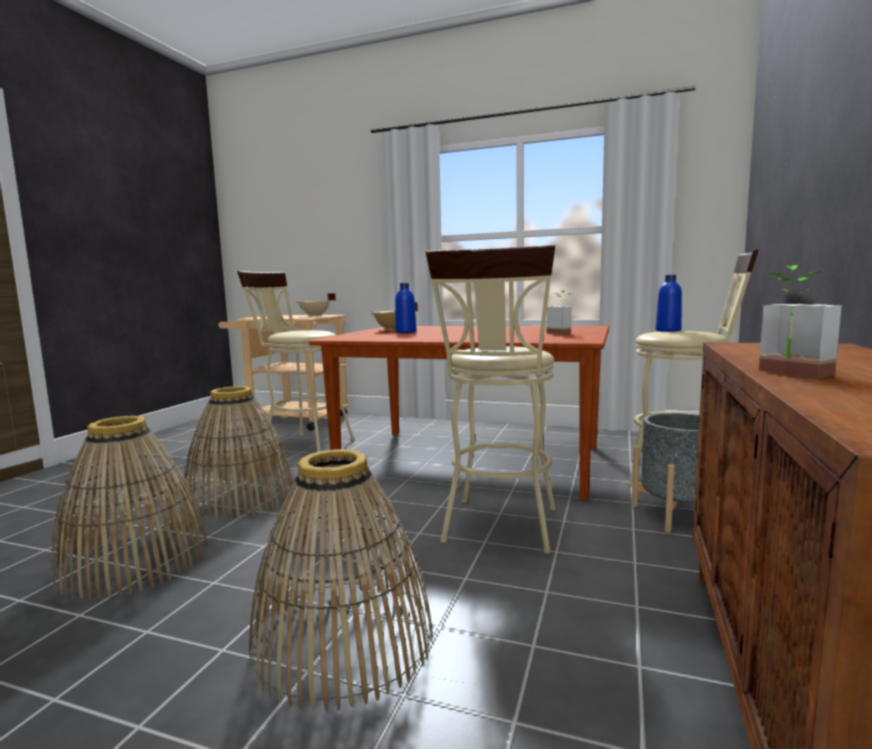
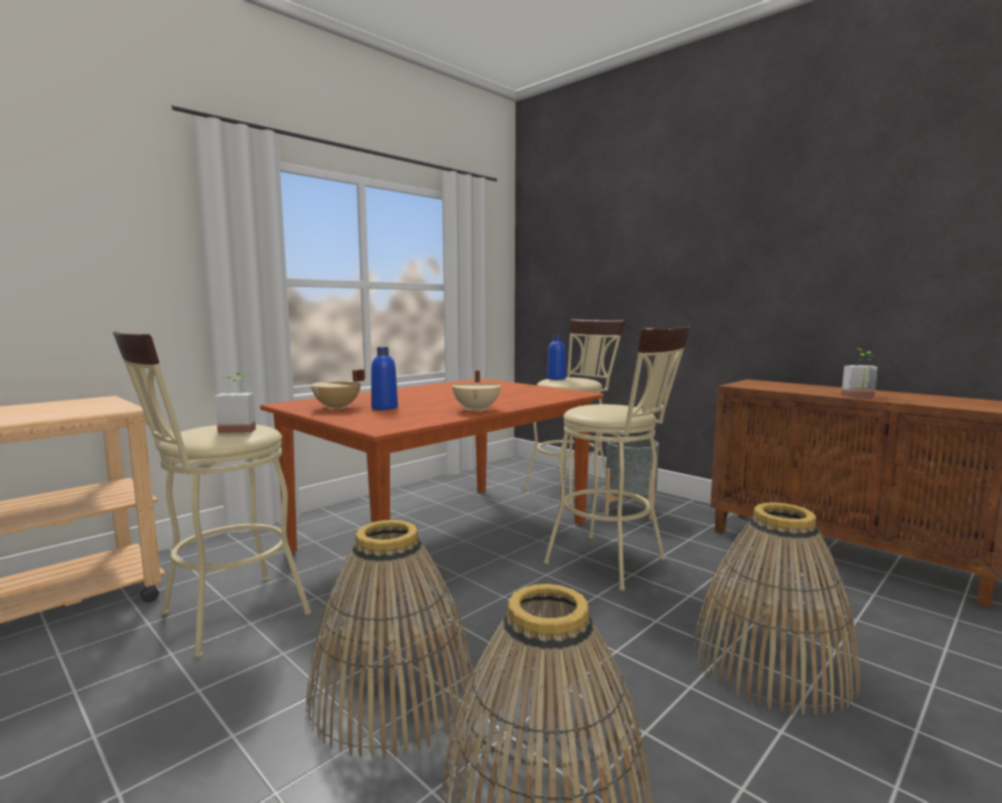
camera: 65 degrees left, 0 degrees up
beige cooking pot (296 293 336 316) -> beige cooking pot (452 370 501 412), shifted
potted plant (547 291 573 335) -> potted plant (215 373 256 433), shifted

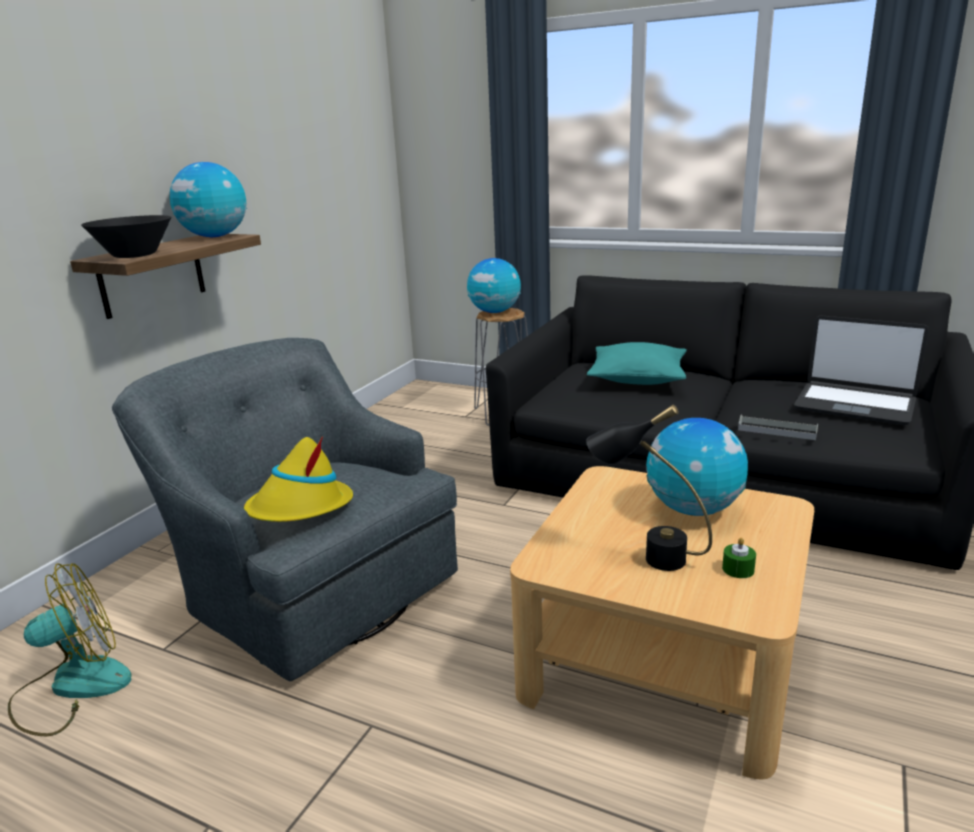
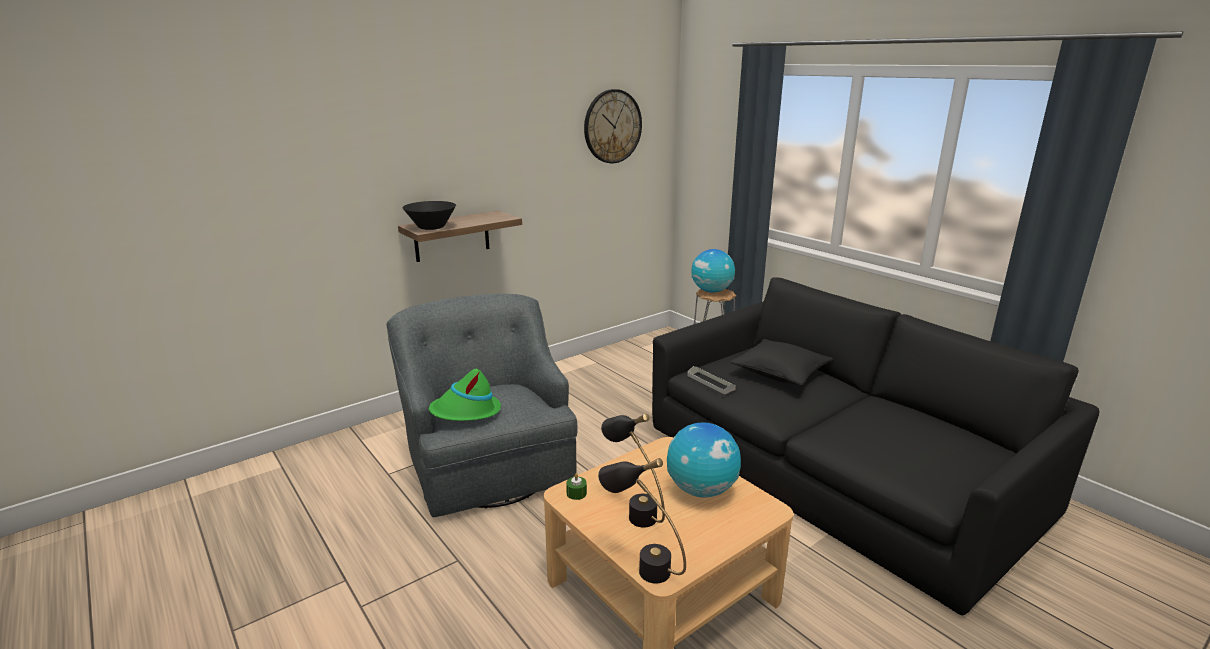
camera: 25 degrees right, 0 degrees up
fan (8 563 132 736) -> none
globe (169 162 247 237) -> none
yellow hat (244 436 353 522) -> green hat (429 369 501 421)
turquoise pillow (587 342 687 385) -> black pillow (730 339 833 385)
green candle (722 538 756 578) -> green candle (566 473 587 500), shifted
grey tray (738 415 818 440) -> grey tray (687 366 736 394), shifted
laptop (794 316 929 425) -> none
none -> wall clock (584 89 642 163)
none -> black table lamp (598 458 686 584)

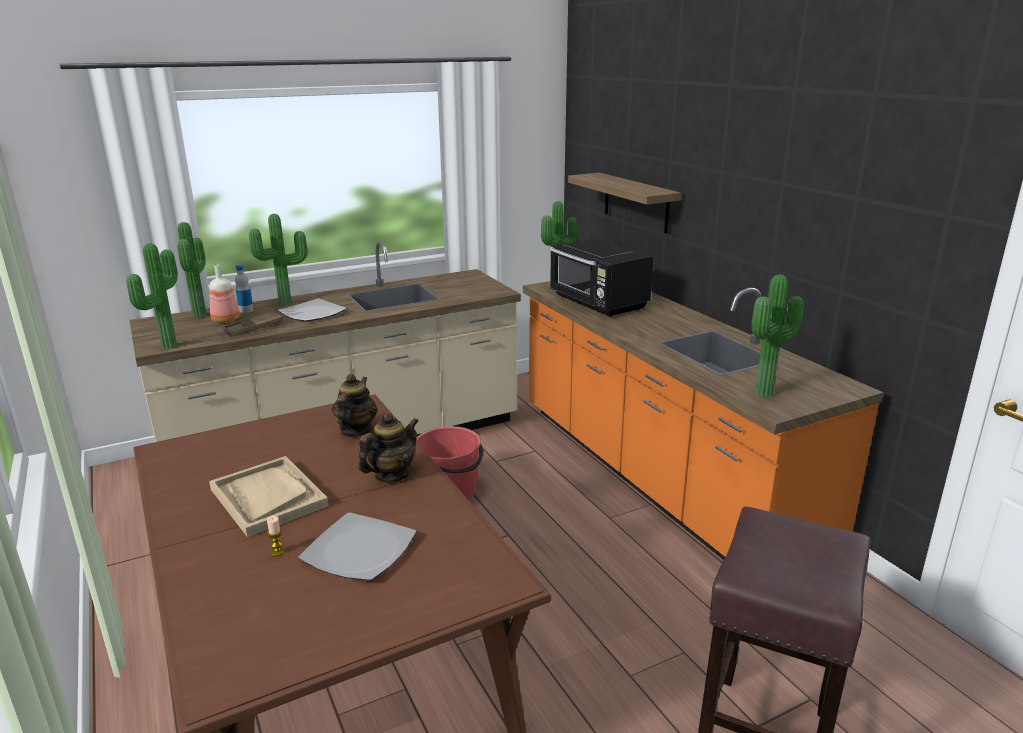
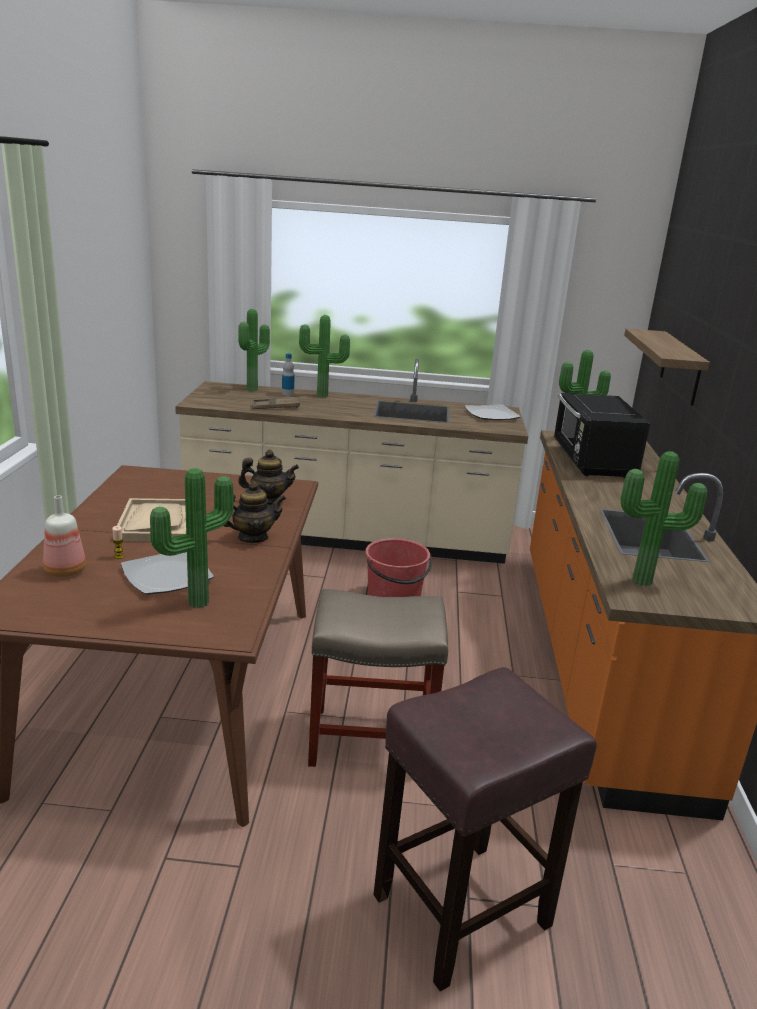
camera: 30 degrees right, 0 degrees up
potted plant (126 243 178 349) -> potted plant (150 468 234 608), shifted
bottle (210 265 240 323) -> bottle (43 495 86 577), shifted
plate (278 298 347 322) -> plate (465 404 521 420), shifted
teapot (332 374 377 437) -> teapot (238 450 299 505), 45 degrees clockwise
none -> beige stool (308 589 448 767)

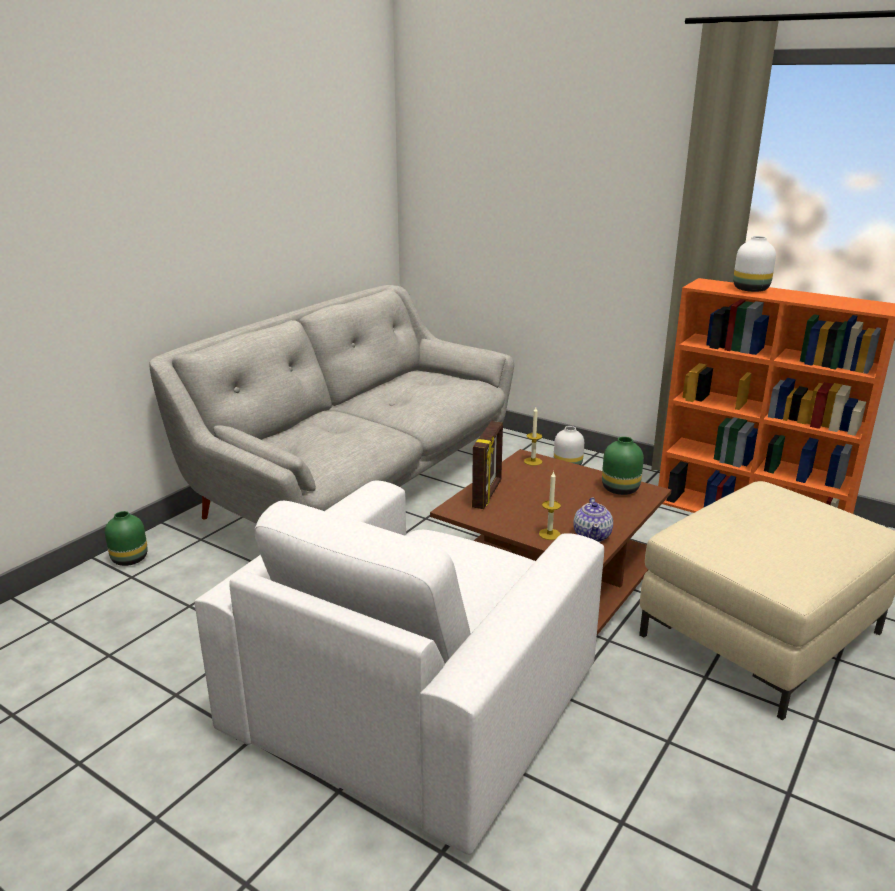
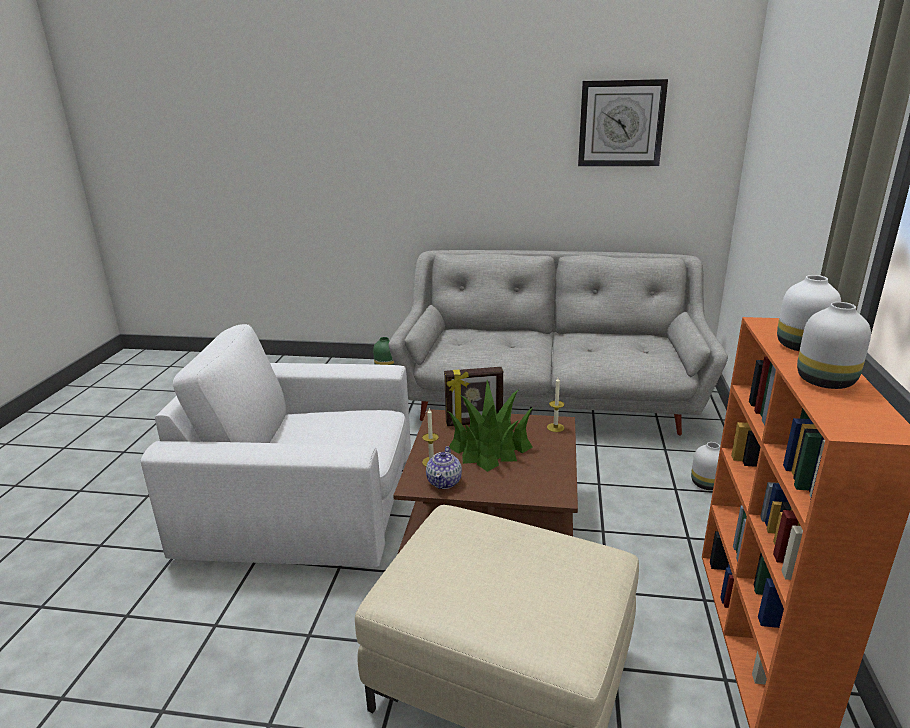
camera: 65 degrees right, 0 degrees up
teapot (573 497 613 542) -> teapot (426 446 462 489), 60 degrees counterclockwise
green vase (602 437 644 495) -> none
none -> potted plant (448 380 533 472)
none -> wall clock (578 79 668 166)
none -> white vase (797 302 871 389)

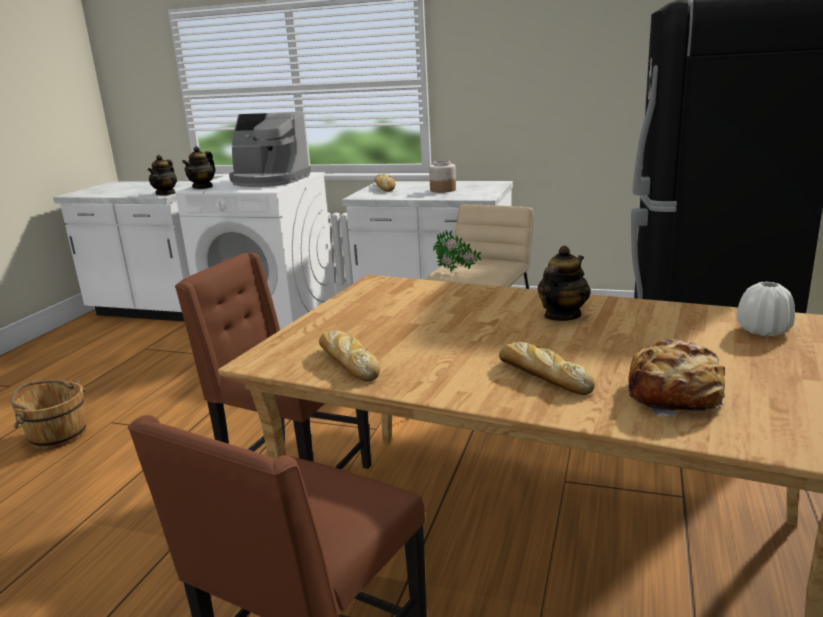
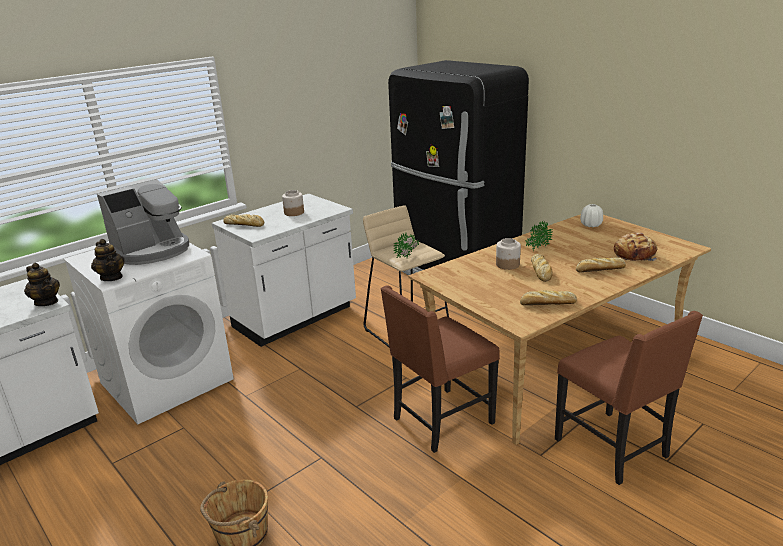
camera: 60 degrees left, 5 degrees up
teapot (538 246 591 321) -> potted plant (525 221 553 251)
none -> jar (496 238 521 270)
none -> bread (531 254 553 282)

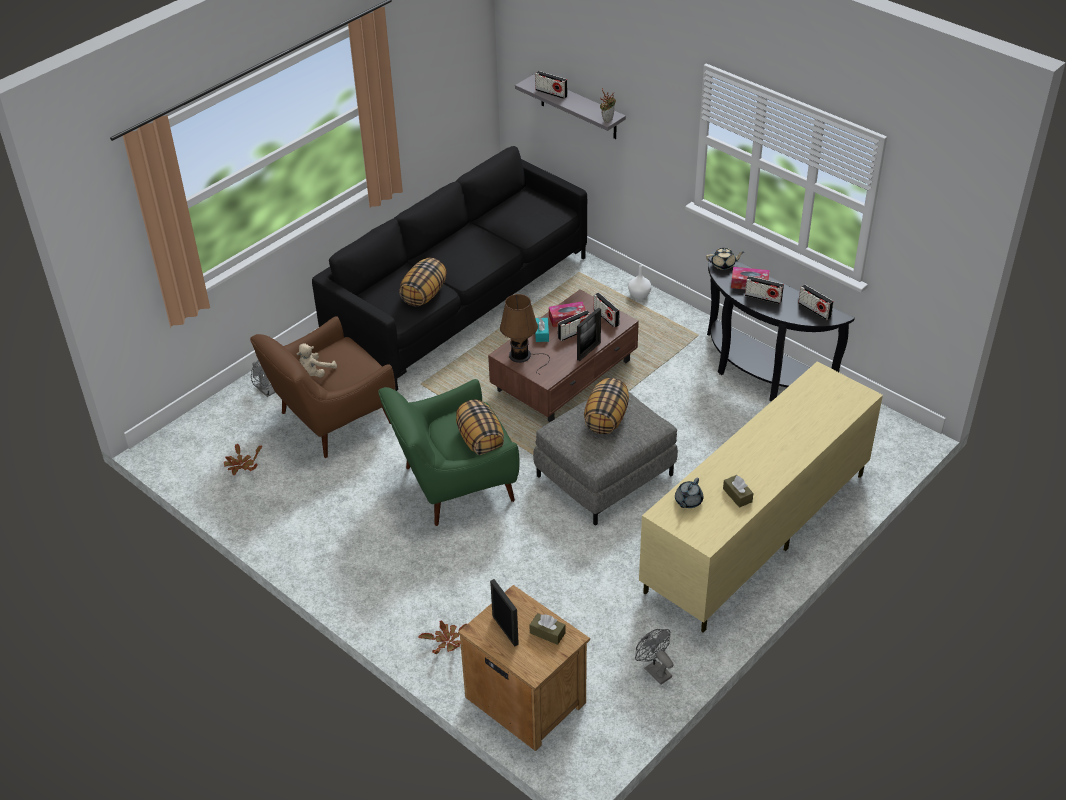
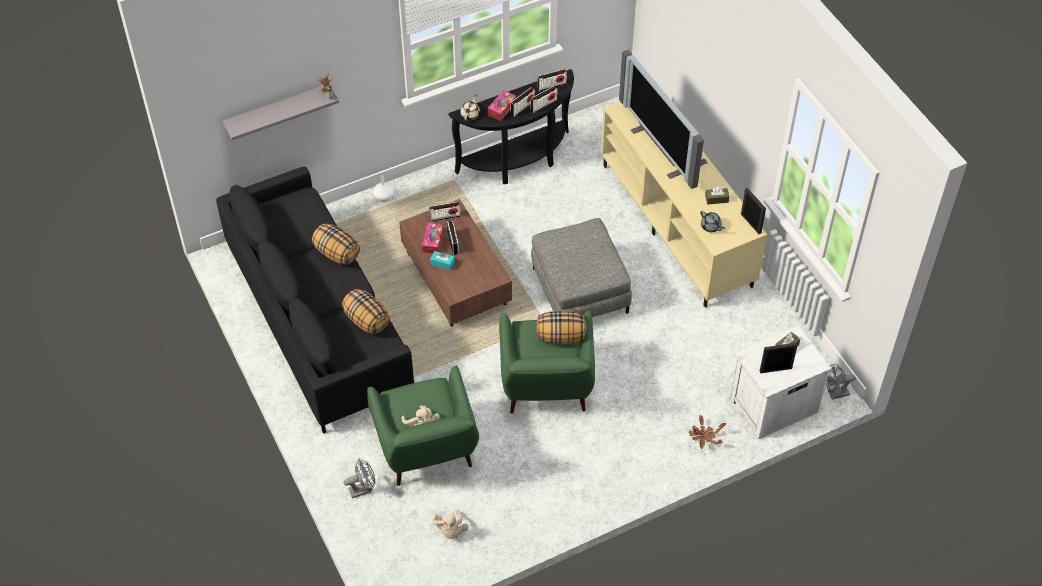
camera: 70 degrees left, 10 degrees up
potted plant (224 443 262 475) -> beige plush toy (432 510 469 539)
brown armchair (250 316 395 458) -> green armchair (367 365 479 486)
brown nightstand (458 585 590 751) -> white nightstand (729 326 831 439)
brown table lamp (500 294 550 375) -> none
radio (535 71 567 99) -> radio (531 86 557 113), shifted
picture frame (577 308 601 361) -> picture frame (741 188 766 234), shifted
pillow (584 378 629 434) -> pillow (312 223 360 265), shifted
grey fan (635 629 674 685) -> grey fan (826 364 856 400), shifted
none -> television (619 50 707 189)

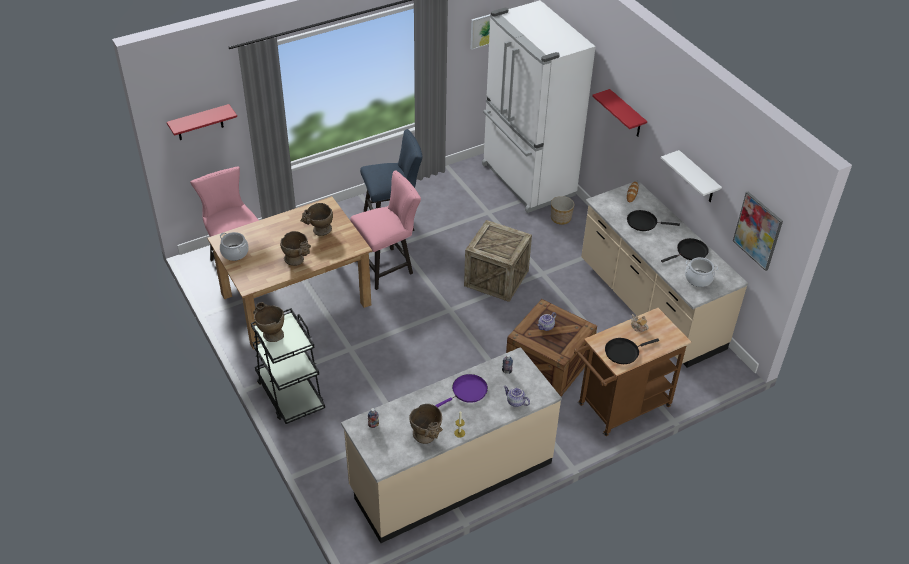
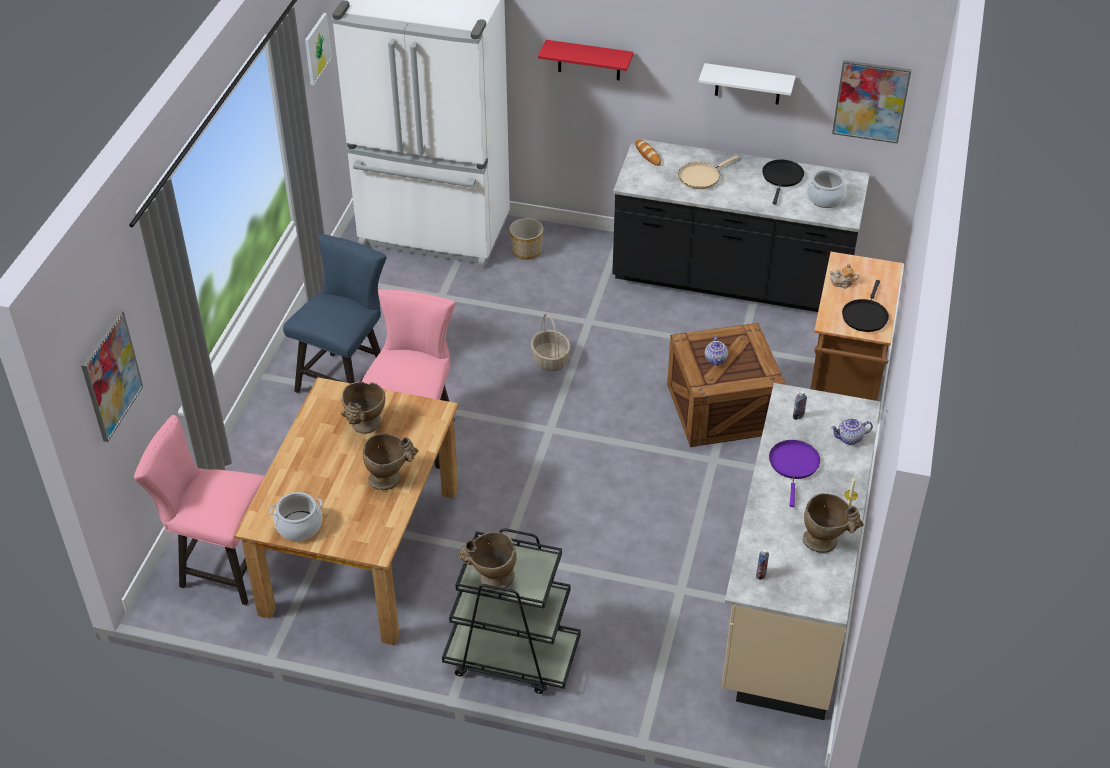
camera: 45 degrees left, 0 degrees up
red shelf (167 104 237 140) -> picture (81 310 143 442)
crate (464 220 532 302) -> basket (531 313 571 371)
beige counter (581 180 748 368) -> black counter (612 138 870 312)
black frying pan (627 210 680 231) -> beige frying pan (678 155 739 189)

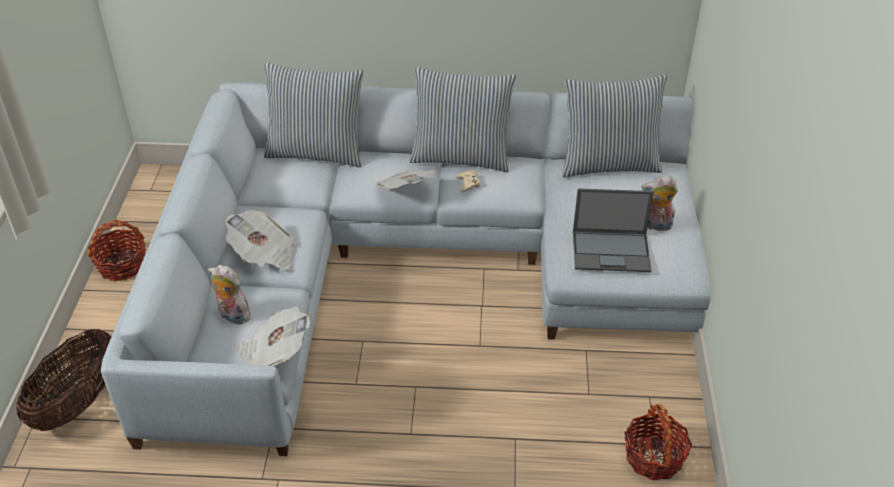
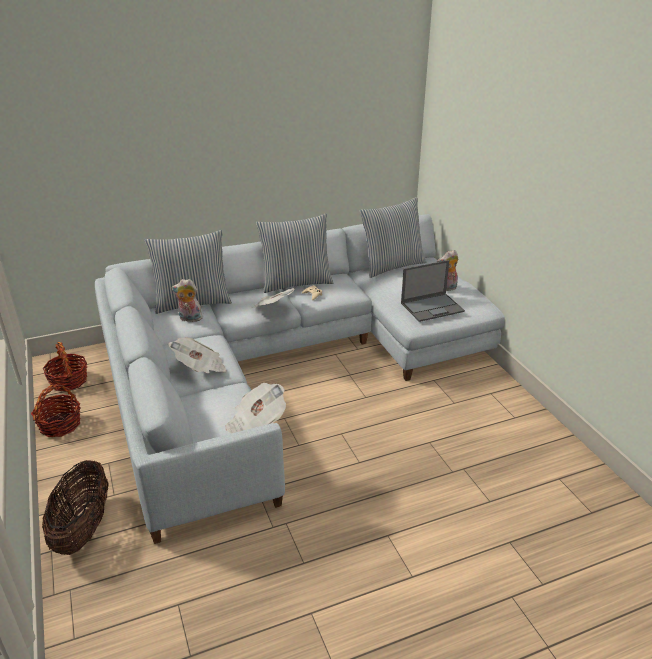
camera: 25 degrees left, 10 degrees down
plush toy (208 265 251 324) -> plush toy (172 279 203 322), shifted
basket (624 404 692 480) -> basket (43 342 87 391), shifted

